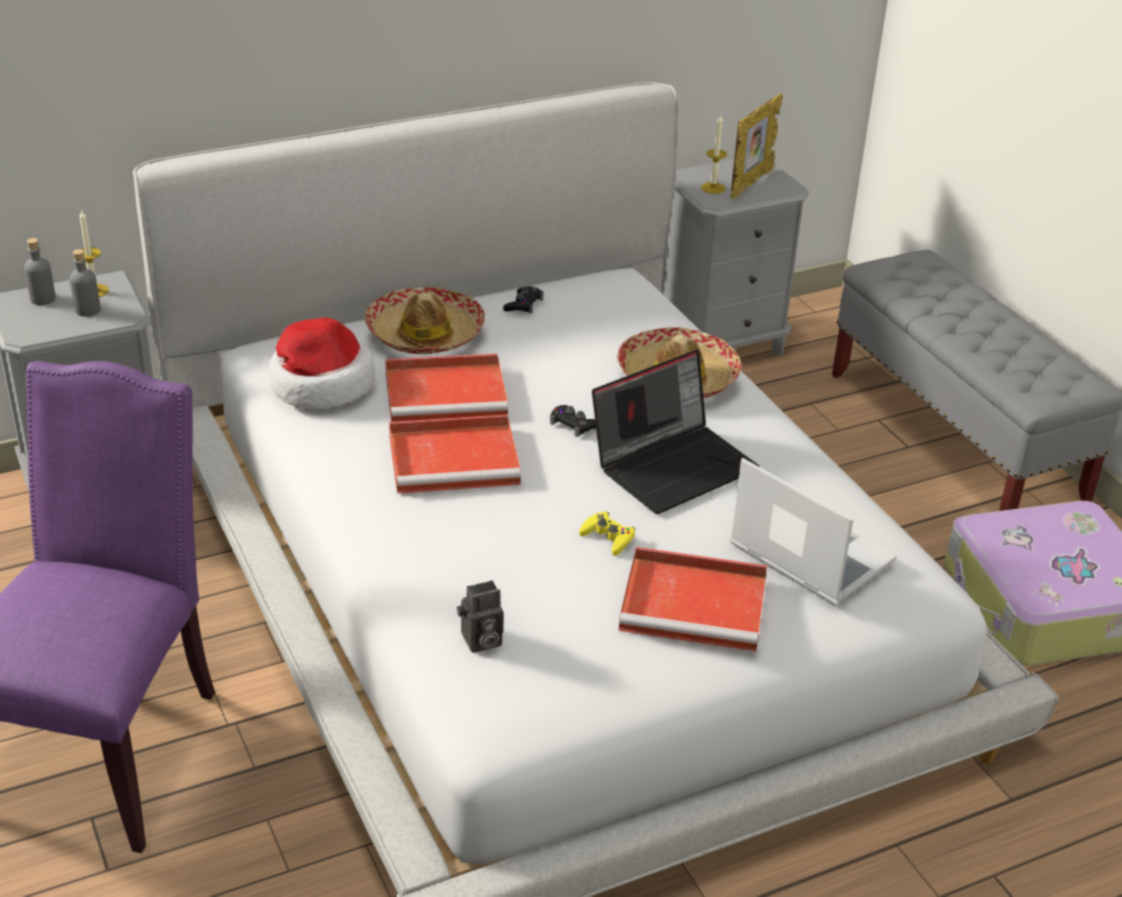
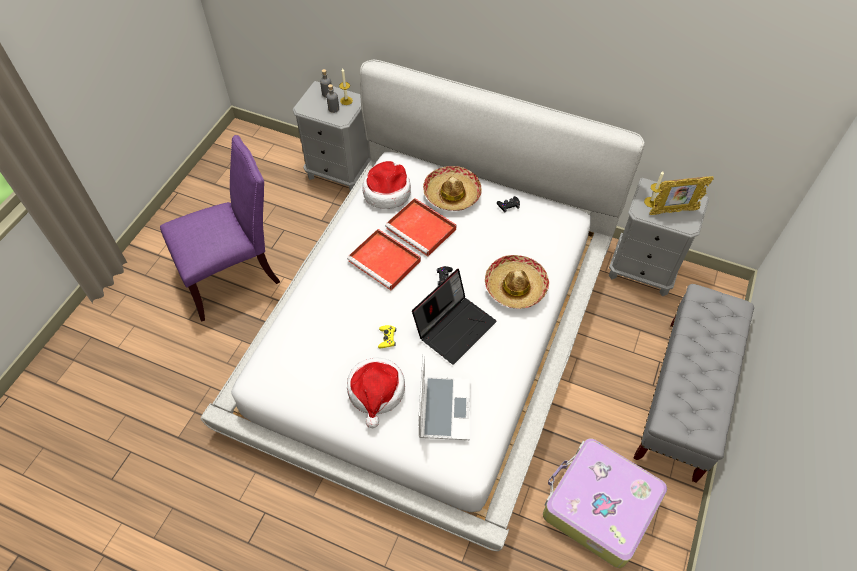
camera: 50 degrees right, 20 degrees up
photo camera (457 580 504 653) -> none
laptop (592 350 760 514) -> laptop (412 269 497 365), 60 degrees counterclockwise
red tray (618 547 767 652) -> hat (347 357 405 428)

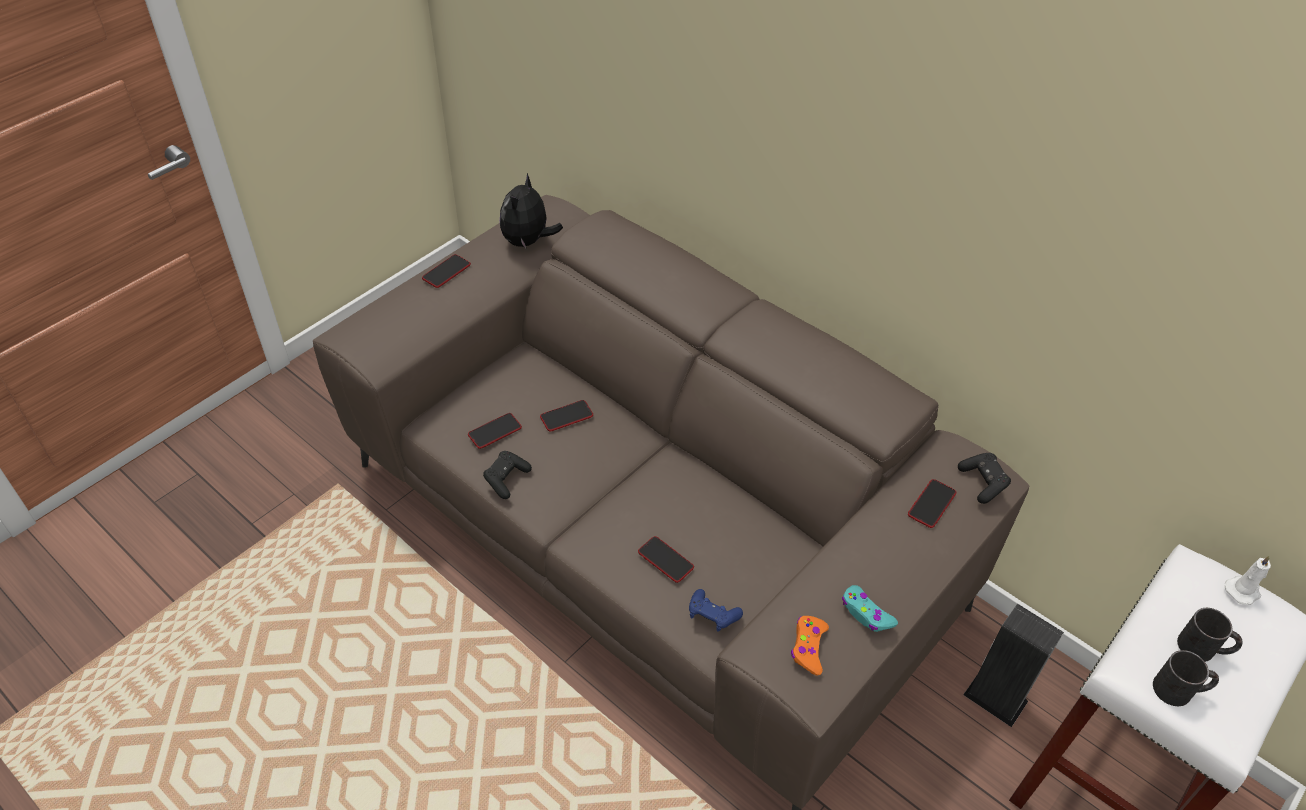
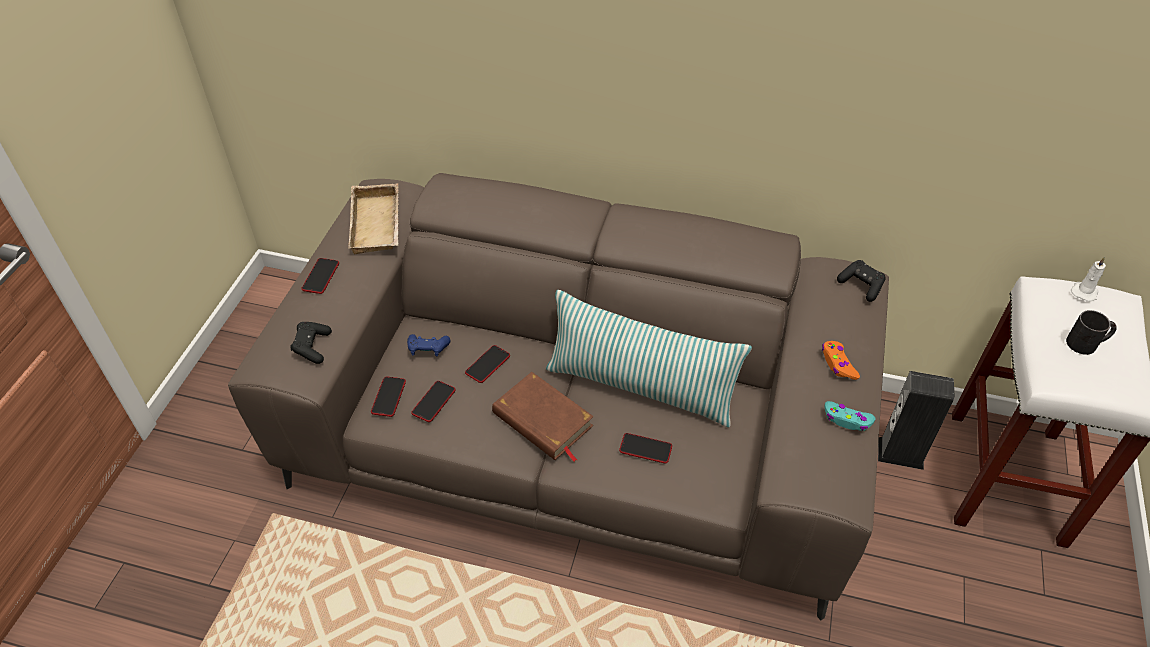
camera: 25 degrees left, 0 degrees up
black game controller (483 451 532 499) -> black game controller (290 322 332 364), shifted
plush toy (500 173 563 250) -> beige tray (348 183 399 254)
blue game controller (689 589 743 632) -> blue game controller (407 334 450 356), shifted
orange game controller (791 616 829 676) -> orange game controller (822 341 860 380), shifted
phone (908 479 956 528) -> phone (371 376 406 417), shifted
black mug (1153 650 1219 706) -> none
none -> brown book (492 372 594 462)
none -> pillow (546 290 752 427)

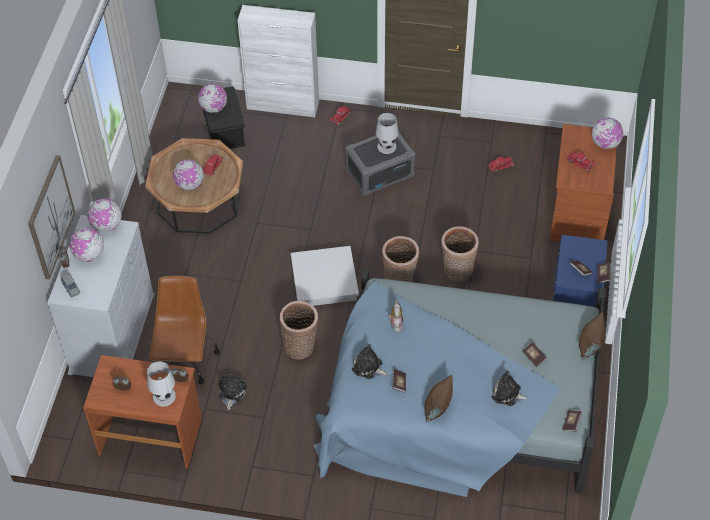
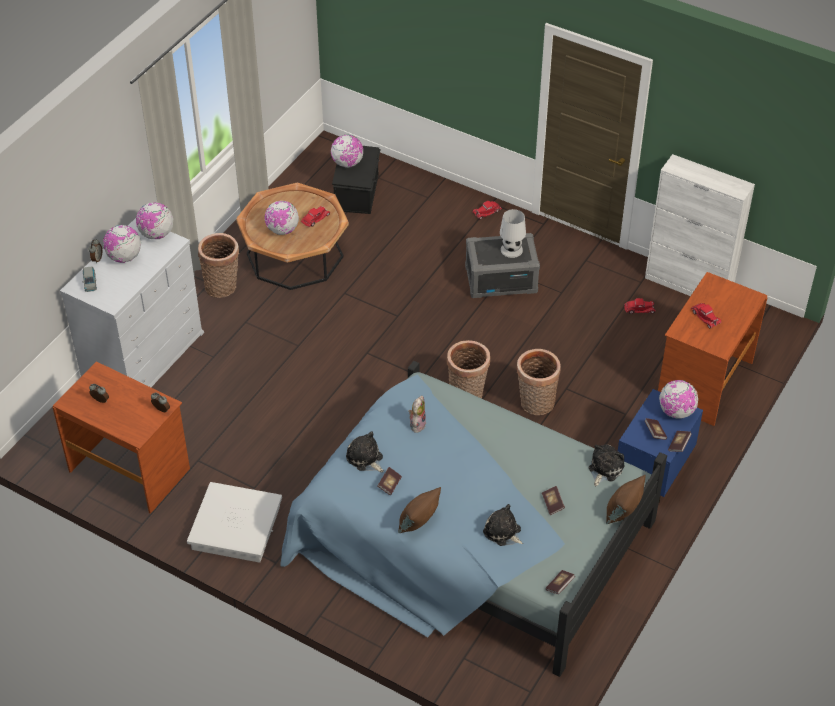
camera: 20 degrees right, 5 degrees down
picture (28 155 75 280) -> none
white table lamp (147 362 176 406) -> none
brown office chair (149 276 220 384) -> none
plush toy (219 374 247 410) -> plush toy (589 445 625 486), shifted
white cabinet (237 5 319 117) -> white cabinet (645 154 755 296), shifted
basket (279 301 318 360) -> basket (198 233 239 298), shifted
white storage box (291 246 359 306) -> white storage box (187 482 282 563), shifted
globe (592 118 623 149) -> globe (659 380 698 418), shifted

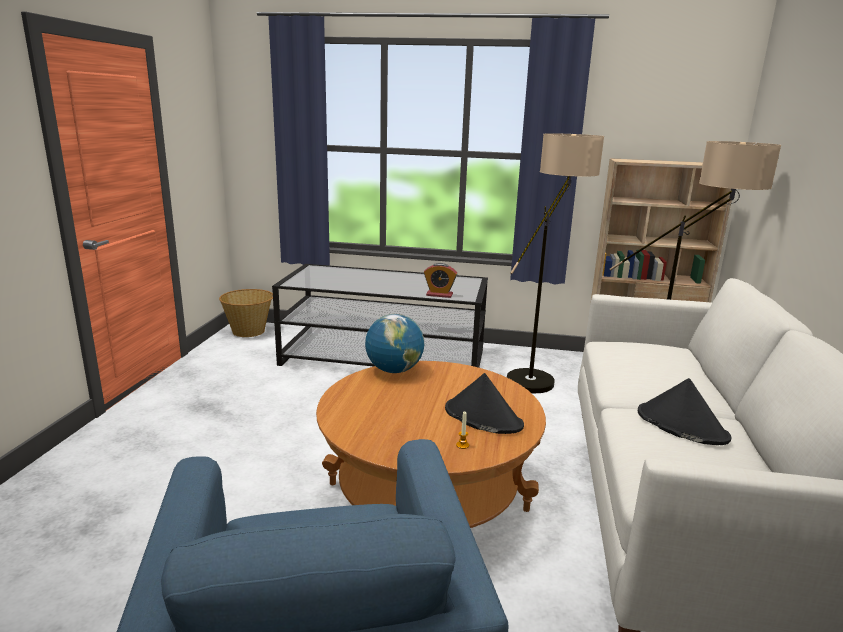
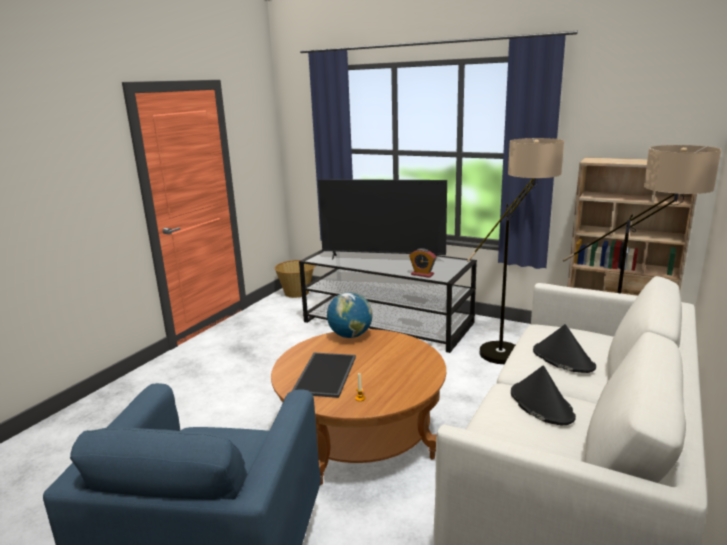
camera: 20 degrees right, 0 degrees up
black hat (445 373 524 434) -> black hat (533 324 596 373), shifted
none -> tray (292 353 356 398)
none -> television (318 179 447 260)

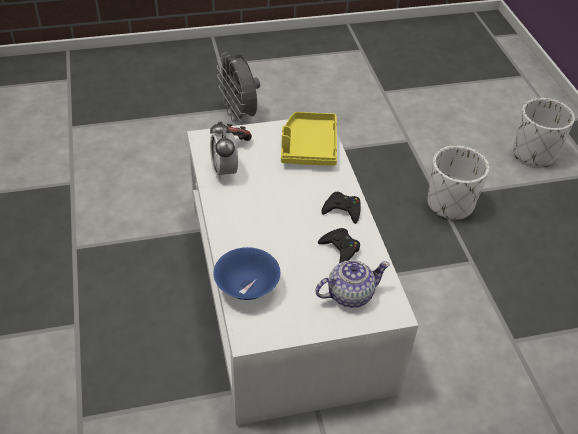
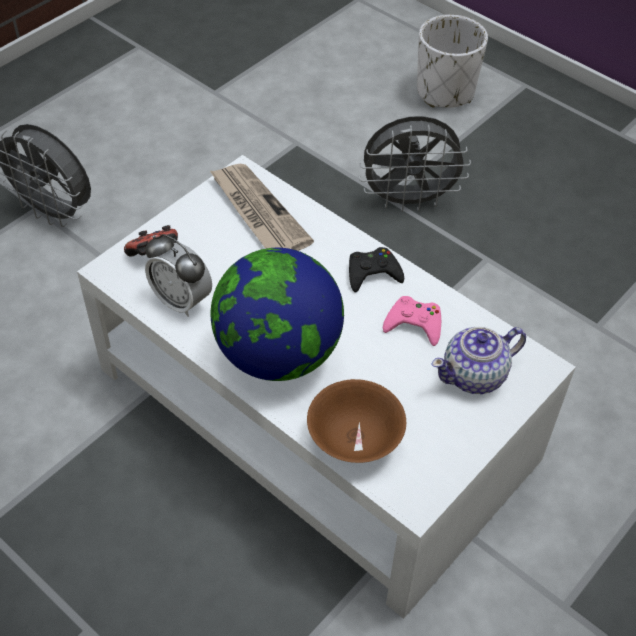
camera: 35 degrees left, 5 degrees up
blue bowl (213 247 280 300) -> brown bowl (307 379 406 463)
yellow tray (281 112 337 166) -> newspaper (210 164 314 251)
teapot (315 260 390 308) -> teapot (432 327 526 394), 150 degrees counterclockwise
black game controller (318 228 360 263) -> pink game controller (383 296 441 346)
white planter (428 146 489 221) -> grey fan (359 116 471 212)
none -> globe (210 248 344 381)

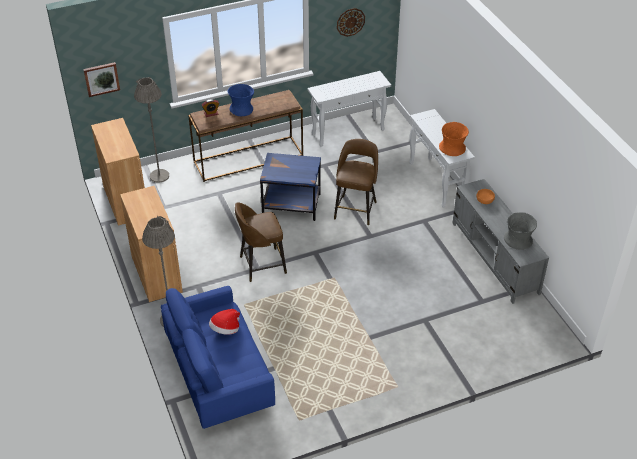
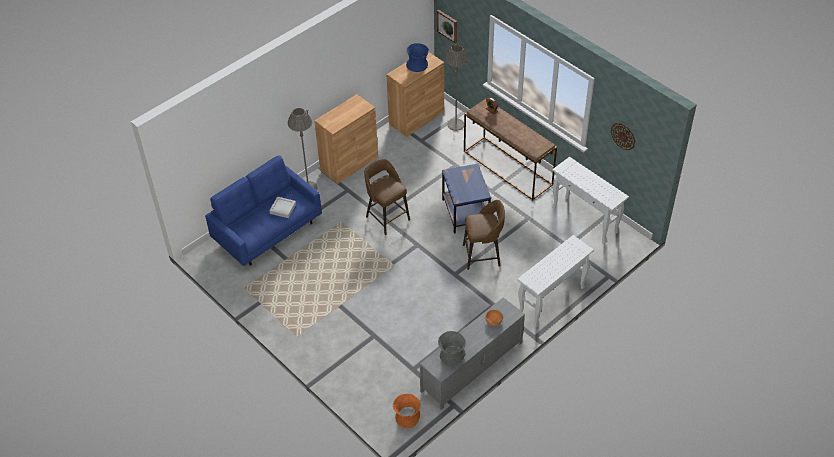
camera: 70 degrees right, 5 degrees up
hat (209 309 240 335) -> grey tray (269 197 296 218)
blue vase (228 84 254 116) -> blue vase (406 43 429 72), shifted
orange vase (439 122 469 156) -> orange vase (393 394 421 428), shifted

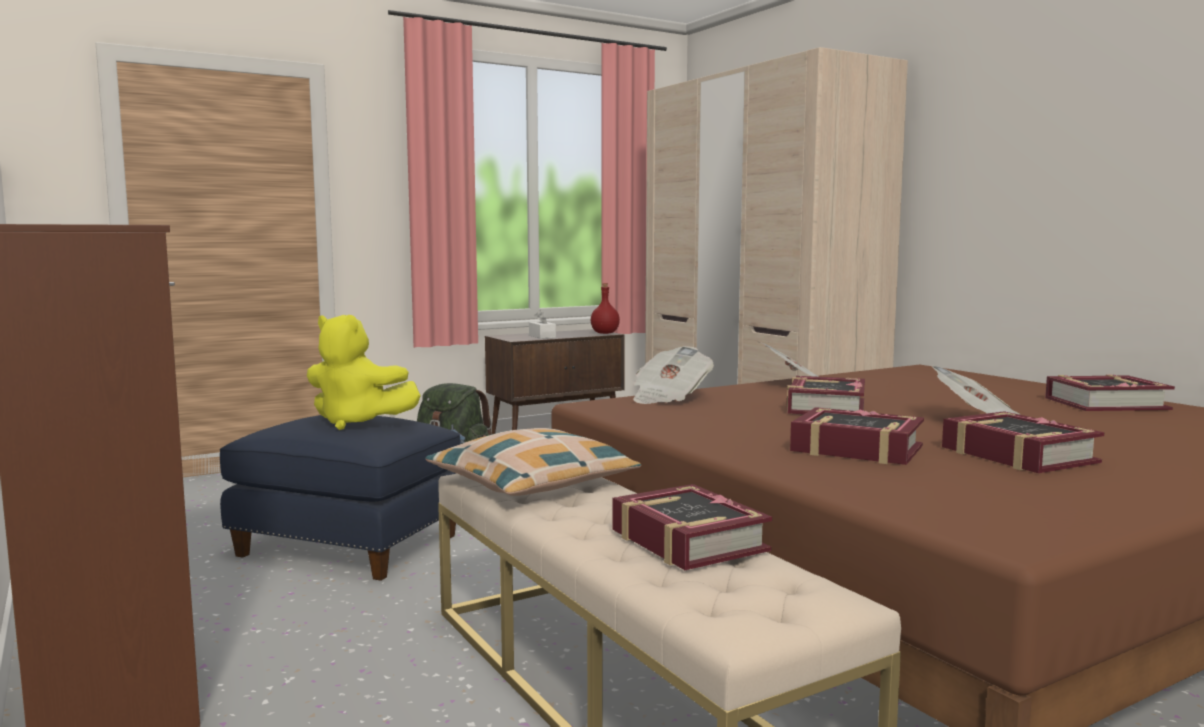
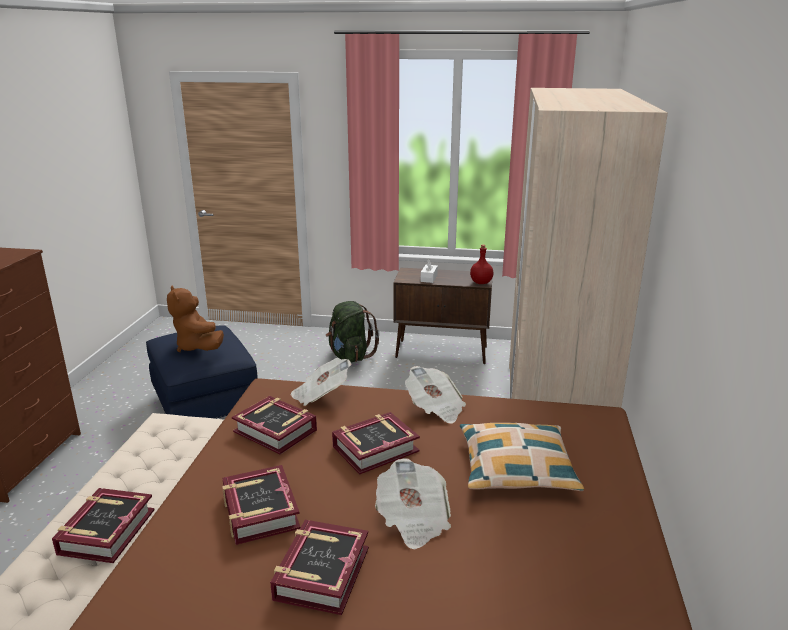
camera: 40 degrees right, 15 degrees up
yellow plush toy (307 314 421 430) -> brown plush toy (167 286 224 352)
pillow (425 428 641 496) -> pillow (460 423 584 491), shifted
book (1045 375 1175 411) -> book (232 396 317 455), shifted

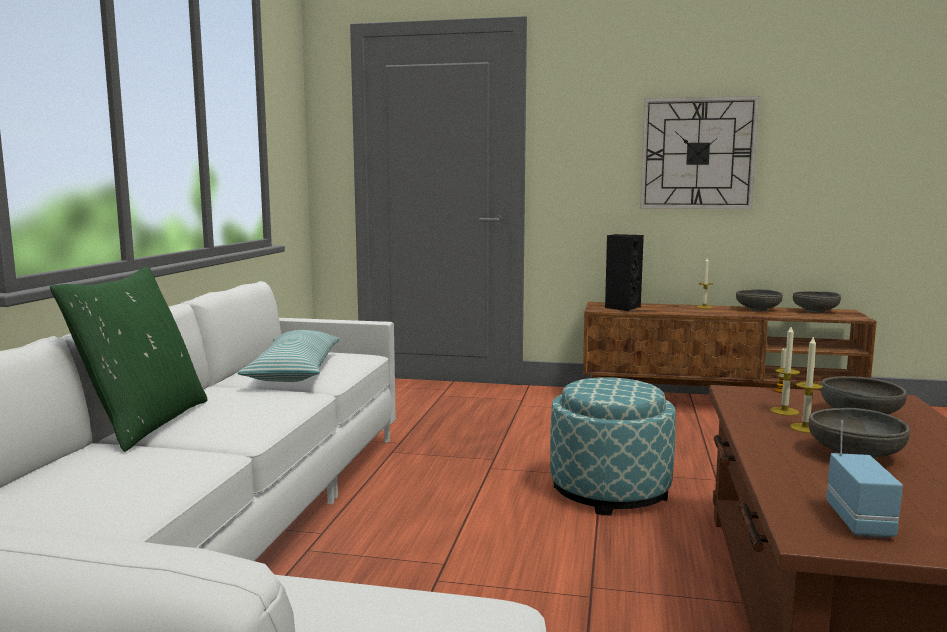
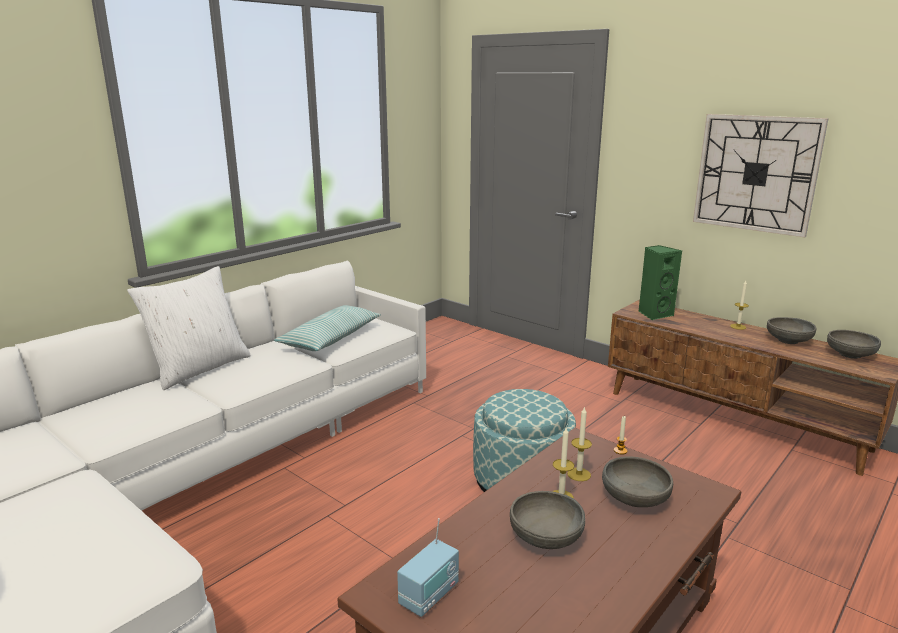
camera: 30 degrees right, 10 degrees up
green pillow (50 267 208 452) -> white pillow (127 266 251 390)
black speaker (605 234 644 311) -> green speaker (638 245 682 320)

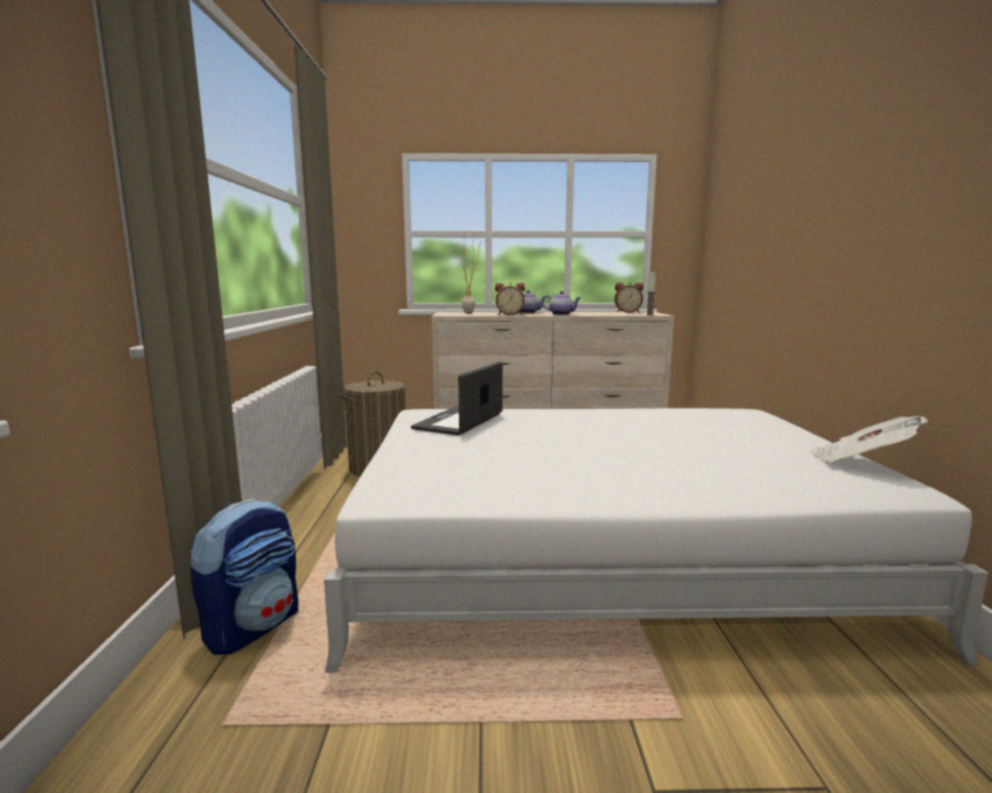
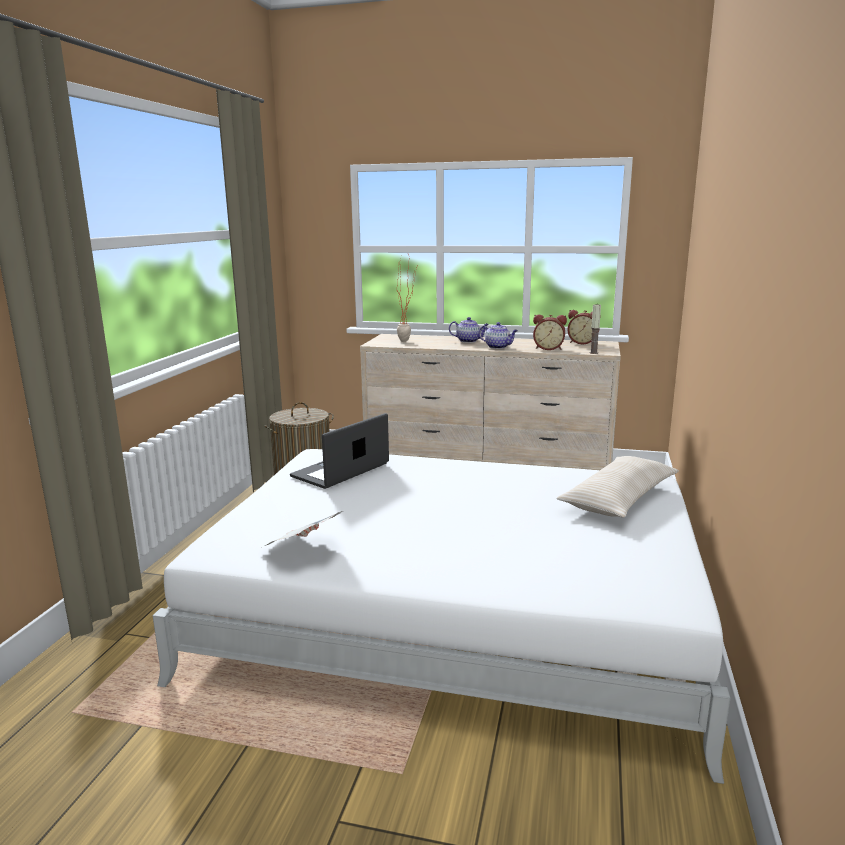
camera: 15 degrees right, 5 degrees up
backpack (190 498 298 655) -> none
alarm clock (495 283 525 315) -> alarm clock (533 314 567 350), shifted
newspaper (810 416 928 462) -> newspaper (265 511 343 546), shifted
none -> beige pillow (557 456 679 518)

